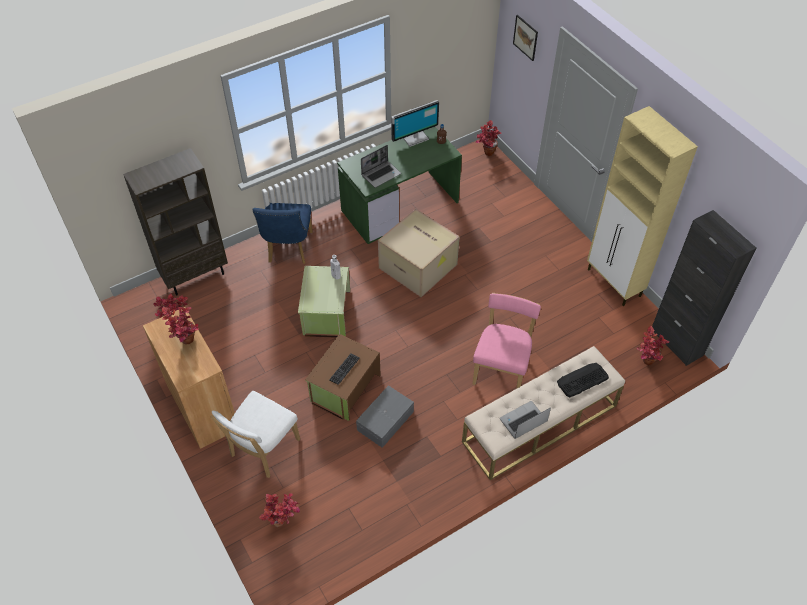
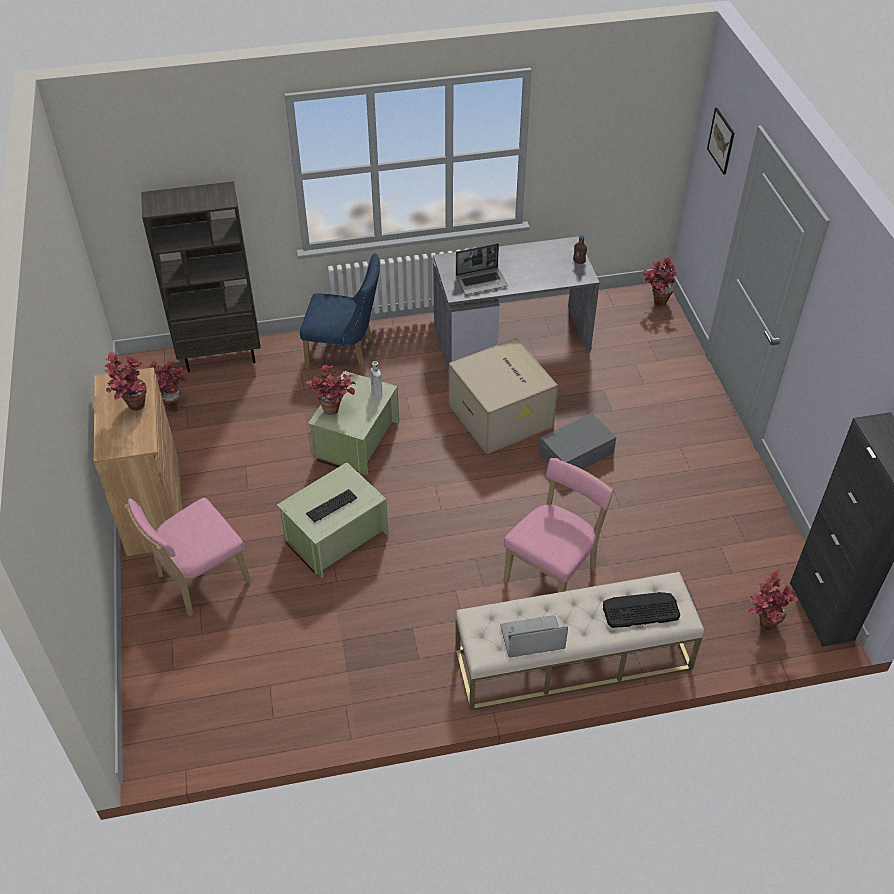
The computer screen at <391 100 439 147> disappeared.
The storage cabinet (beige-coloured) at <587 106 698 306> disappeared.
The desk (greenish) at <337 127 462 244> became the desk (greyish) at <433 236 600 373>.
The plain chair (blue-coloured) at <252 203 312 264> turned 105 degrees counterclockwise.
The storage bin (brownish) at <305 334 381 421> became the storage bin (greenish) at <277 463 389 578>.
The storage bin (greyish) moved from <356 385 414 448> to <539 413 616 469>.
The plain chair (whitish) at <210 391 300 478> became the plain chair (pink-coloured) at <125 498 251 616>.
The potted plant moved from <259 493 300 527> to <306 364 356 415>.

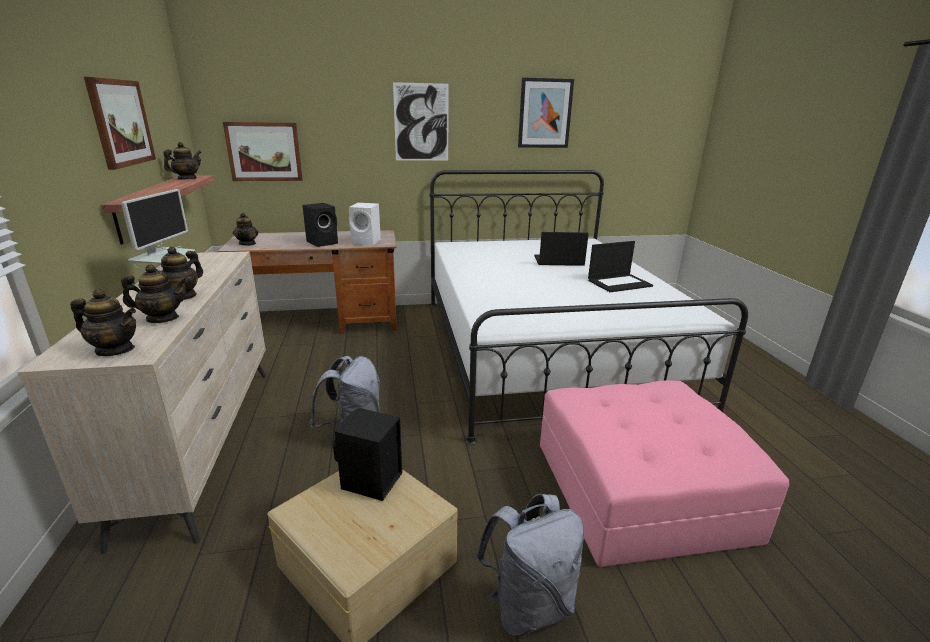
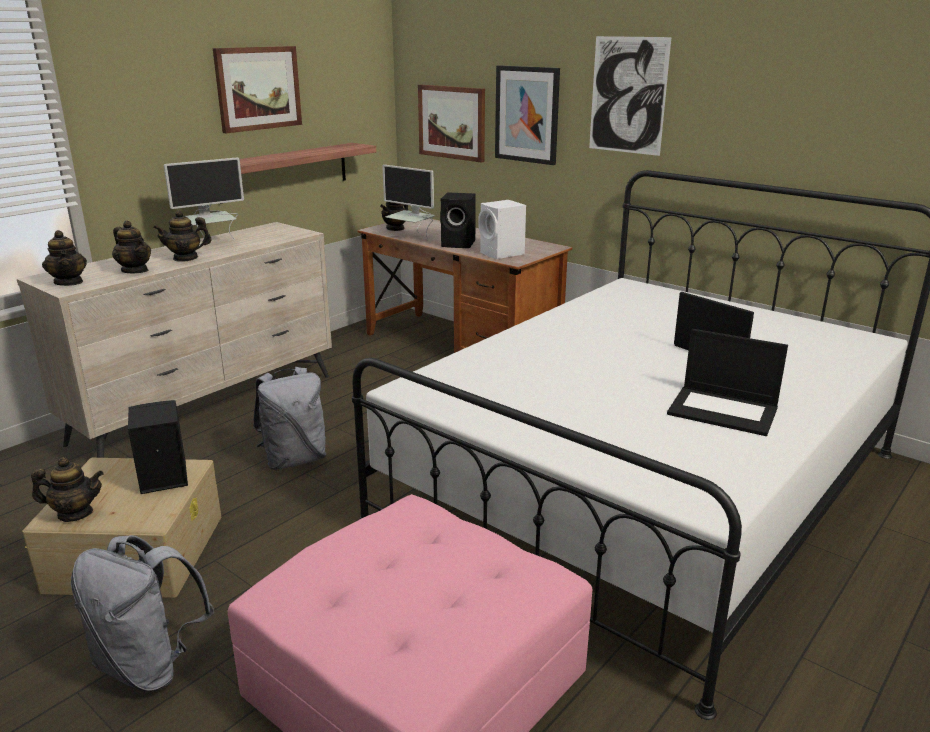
The picture moved from <518 78 574 148> to <495 65 560 165>.
The pot for tea moved from <163 142 201 180> to <31 457 104 522>.
The computer screen at <382 165 435 241> appeared.

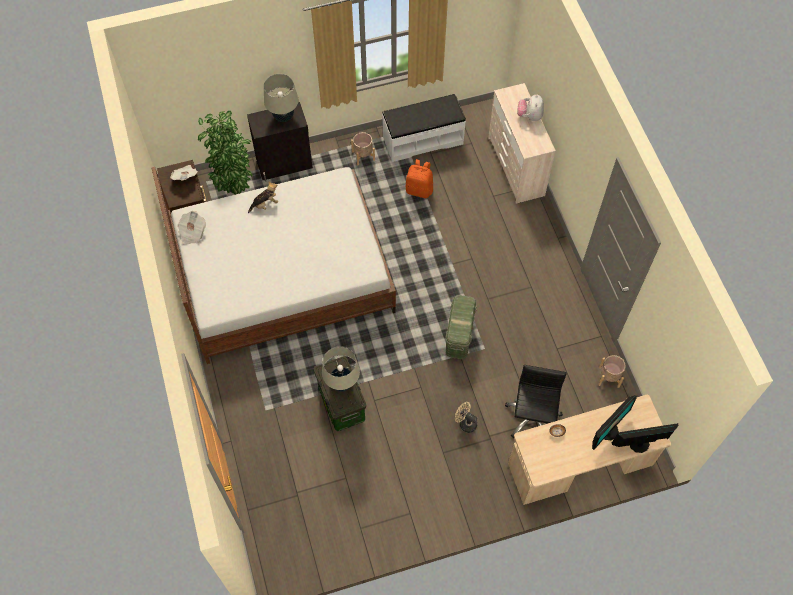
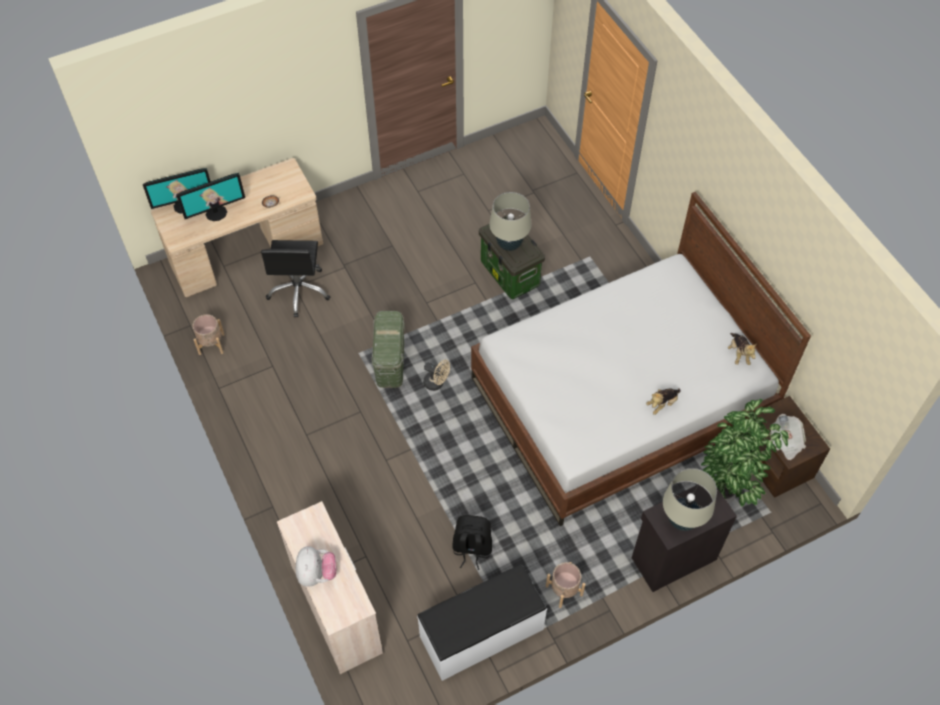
The knapsack (orangey) at <406 159 433 198> became the knapsack (black) at <452 515 492 570>.
The newspaper at <178 211 206 245> was replaced by the soft toy at <728 333 756 365>.
The computer screen at <592 395 637 450> turned 150 degrees counterclockwise.
The electric fan (beige-coloured) moved from <455 402 477 433> to <423 359 450 391>.

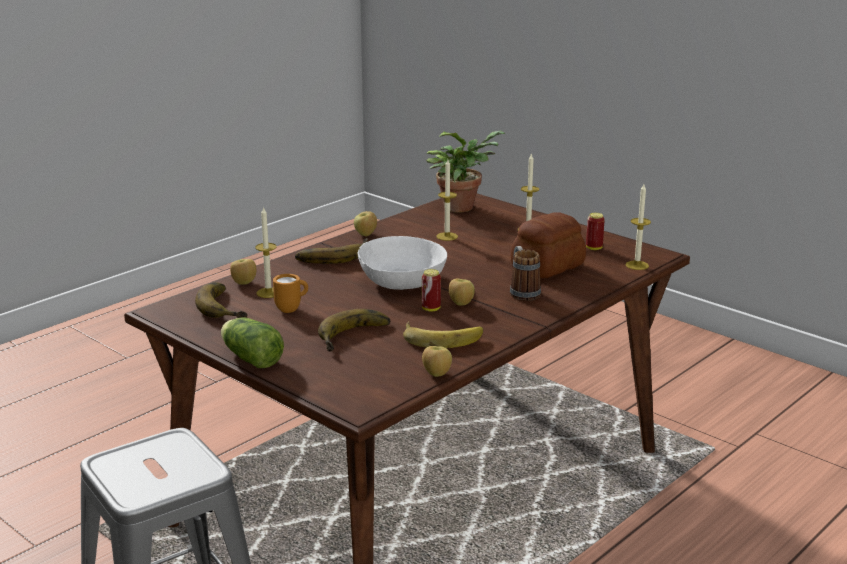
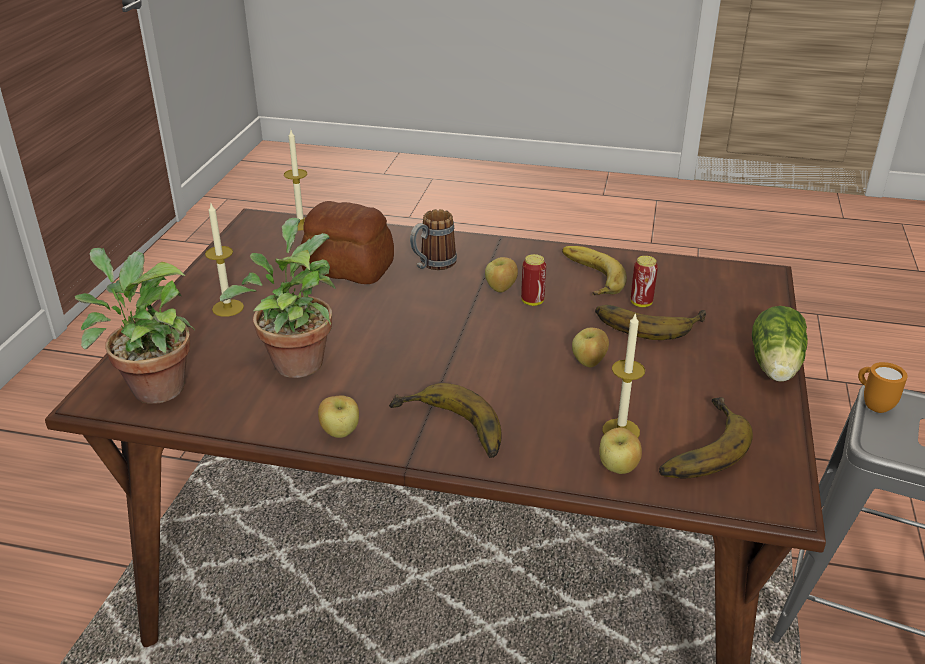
The wax candle at <436 159 458 241> was replaced by the potted plant at <220 218 336 378>.
The sealed can moved from <586 213 605 250> to <631 256 658 307>.
The serving bowl (whitish) at <358 236 447 290> disappeared.
The mug (orangey) moved from <273 274 308 313> to <858 362 908 413>.
The whole apple moved from <422 346 452 377> to <572 328 609 367>.

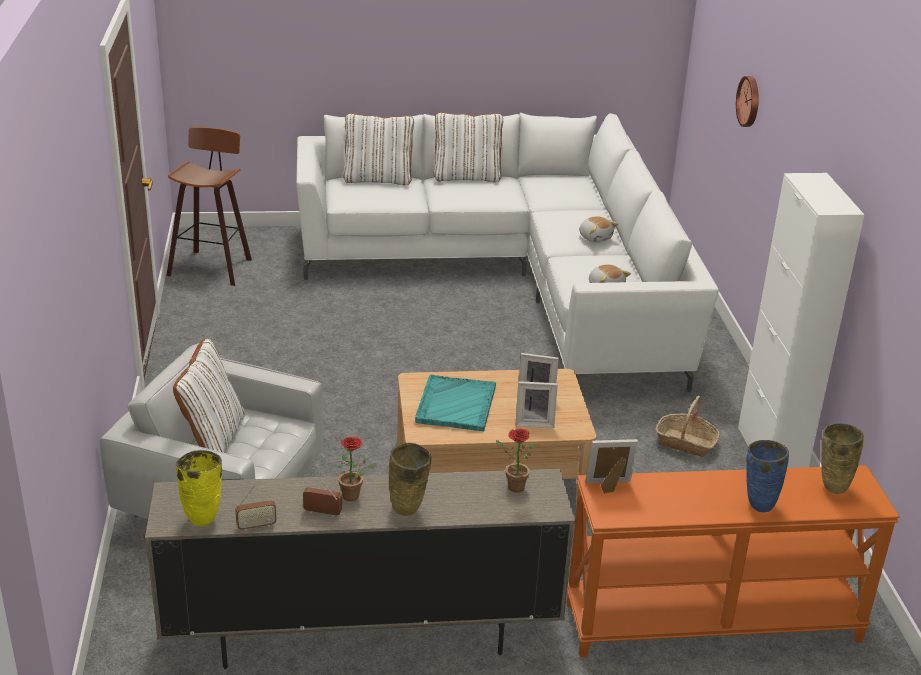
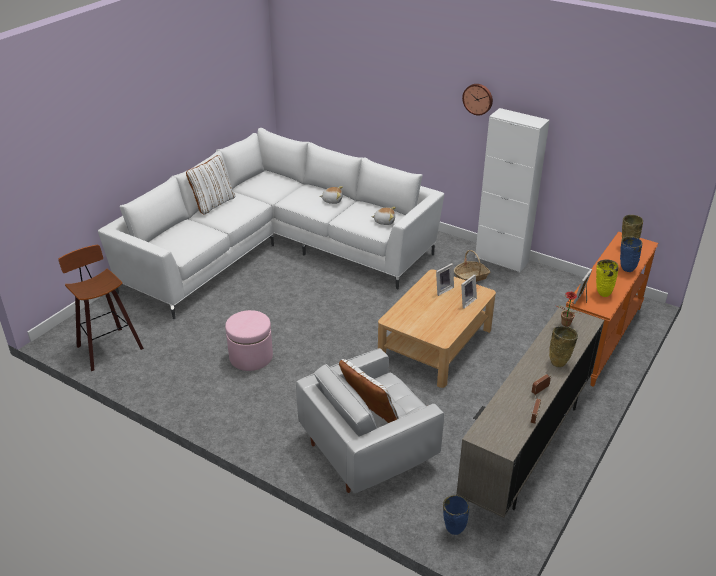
The hanging clock moved from <736 76 759 127> to <462 84 493 115>.
The throw pillow (whitish) at <343 113 414 186> disappeared.
The tray (turquoise-coloured) at <415 375 496 431> disappeared.
The potted plant at <338 437 377 501> disappeared.
The decorative vase (yellow-coloured) moved from <176 450 222 526> to <596 259 618 297>.
The ottoman (pink-coloured) at <225 310 273 371> appeared.
The decorative vase (blue-coloured) at <443 495 469 535> appeared.

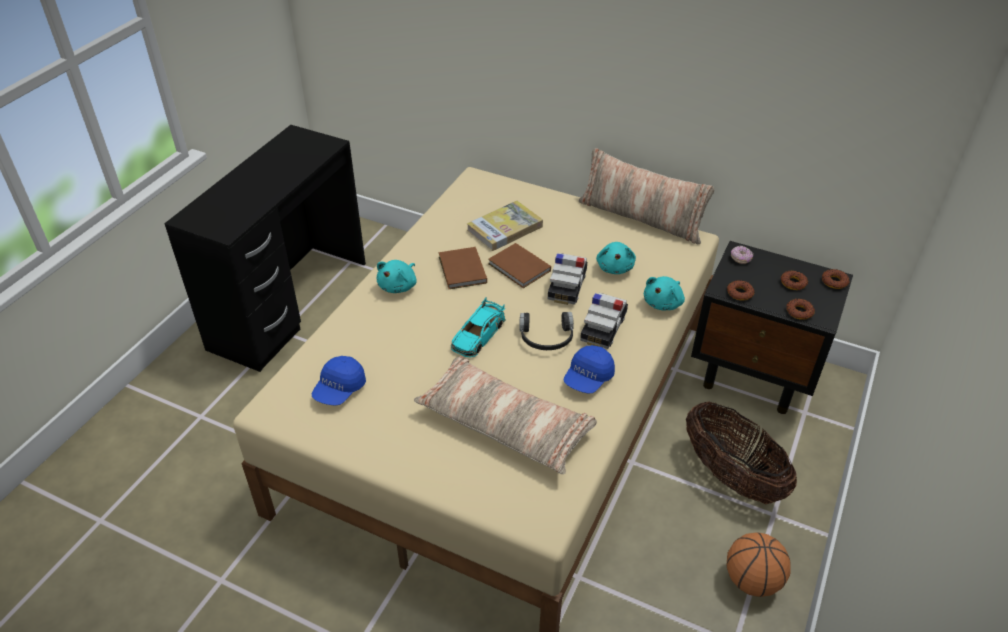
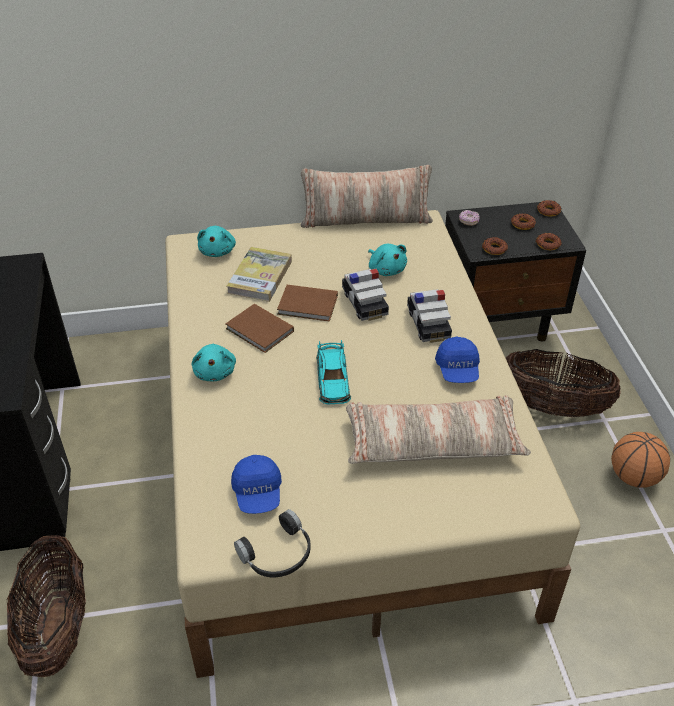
The soft toy (turquoise-coloured) moved from <643 276 685 310> to <197 226 236 257>.
The pair of headphones (black) moved from <519 312 574 350> to <234 509 311 578>.
The household basket at <7 535 86 677> appeared.

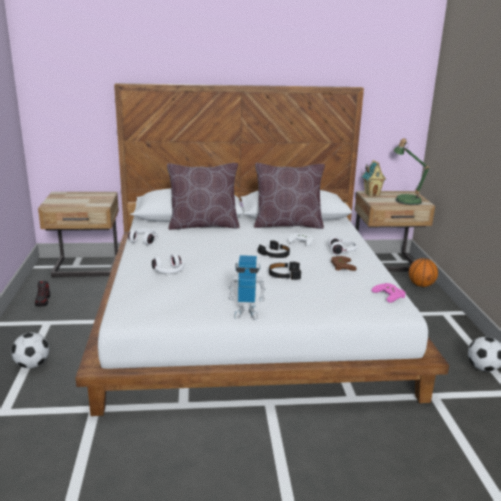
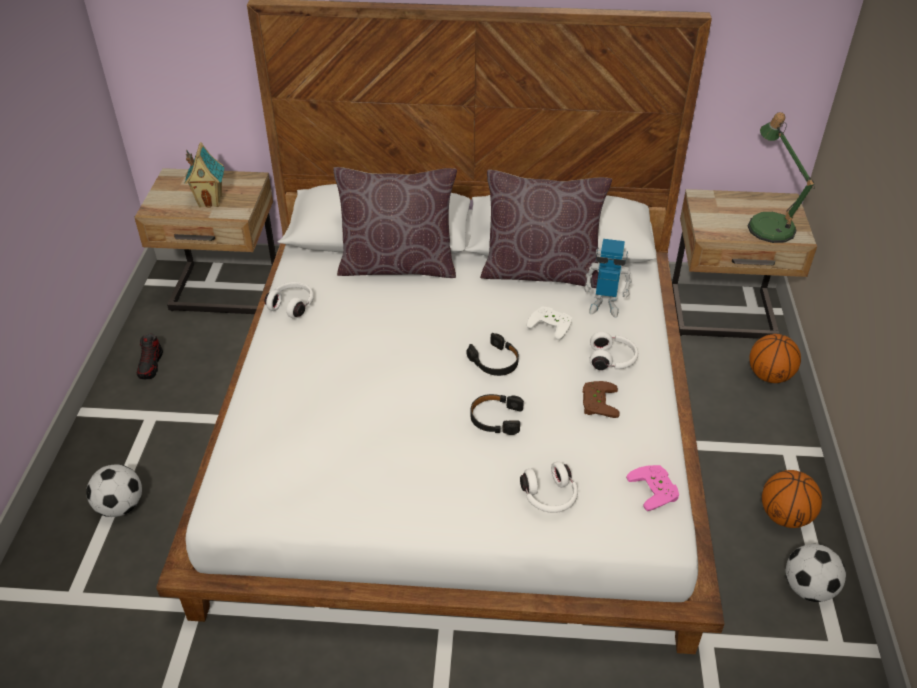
The model house moved from <362 160 386 196> to <185 142 224 208>.
The pair of headphones (whitish) moved from <152 254 185 274> to <520 461 578 513>.
The toy robot moved from <228 255 266 320> to <584 239 632 318>.
The basketball at <762 470 822 528> appeared.

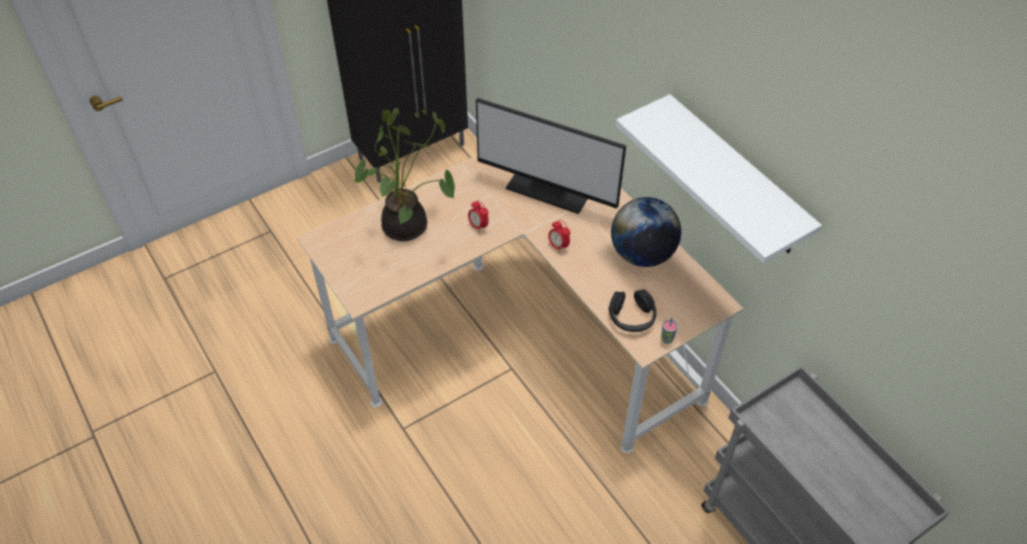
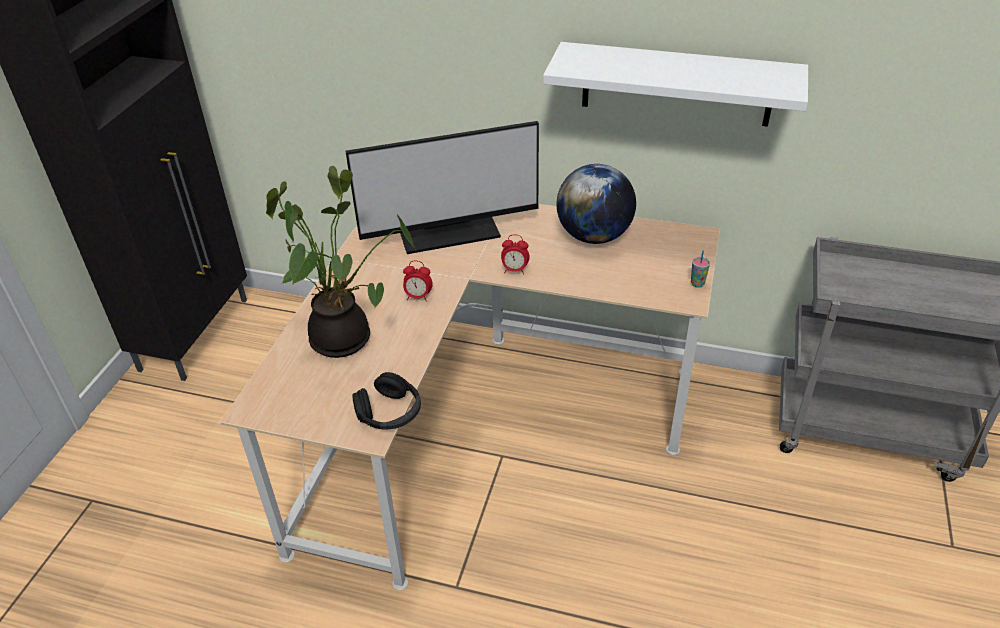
The pair of headphones (black) moved from <609 289 657 332> to <352 372 421 430>.

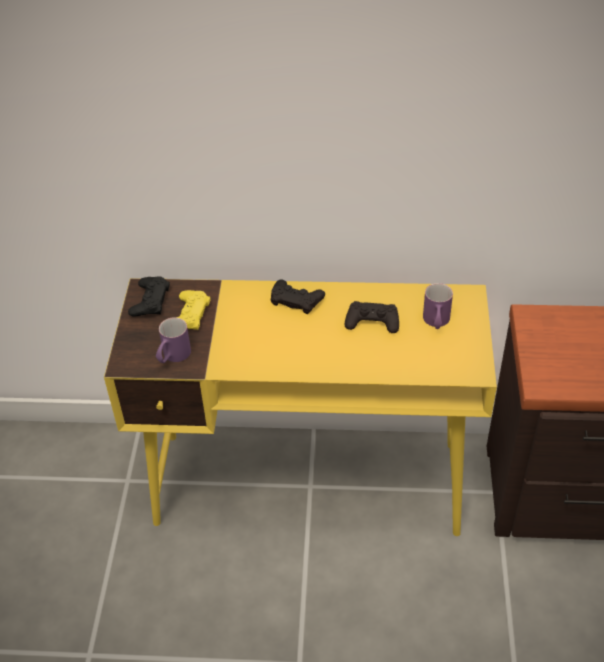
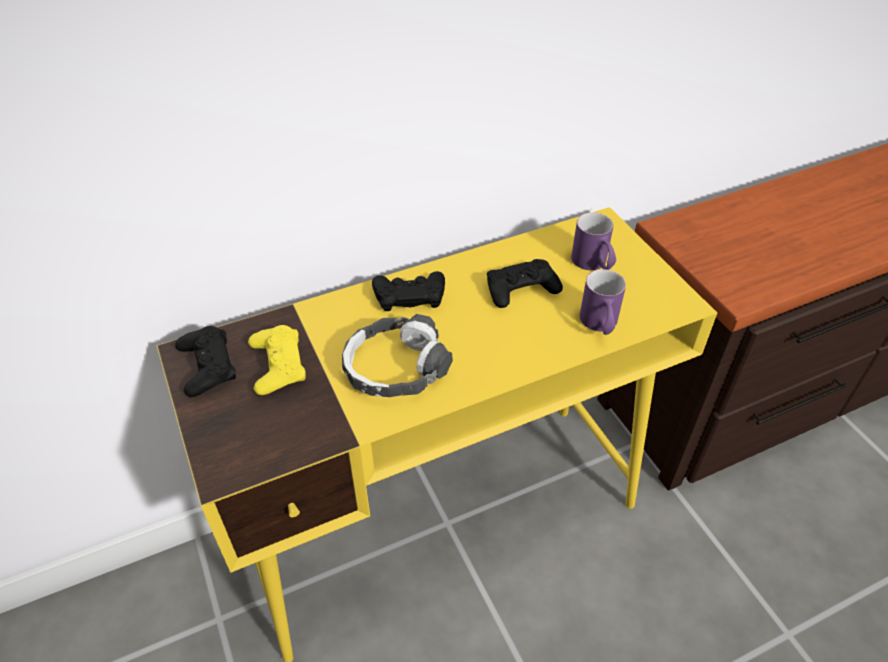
The mug (purple-coloured) moved from <156 317 191 363> to <580 269 626 335>.
The pair of headphones at <342 314 453 397> appeared.

